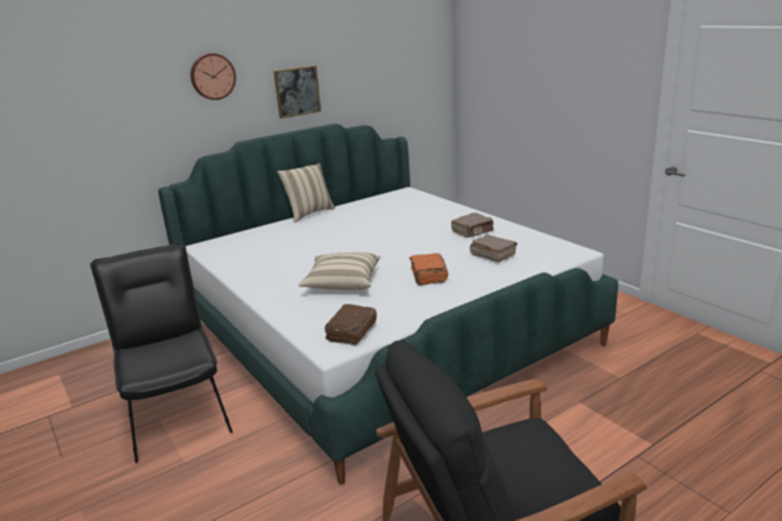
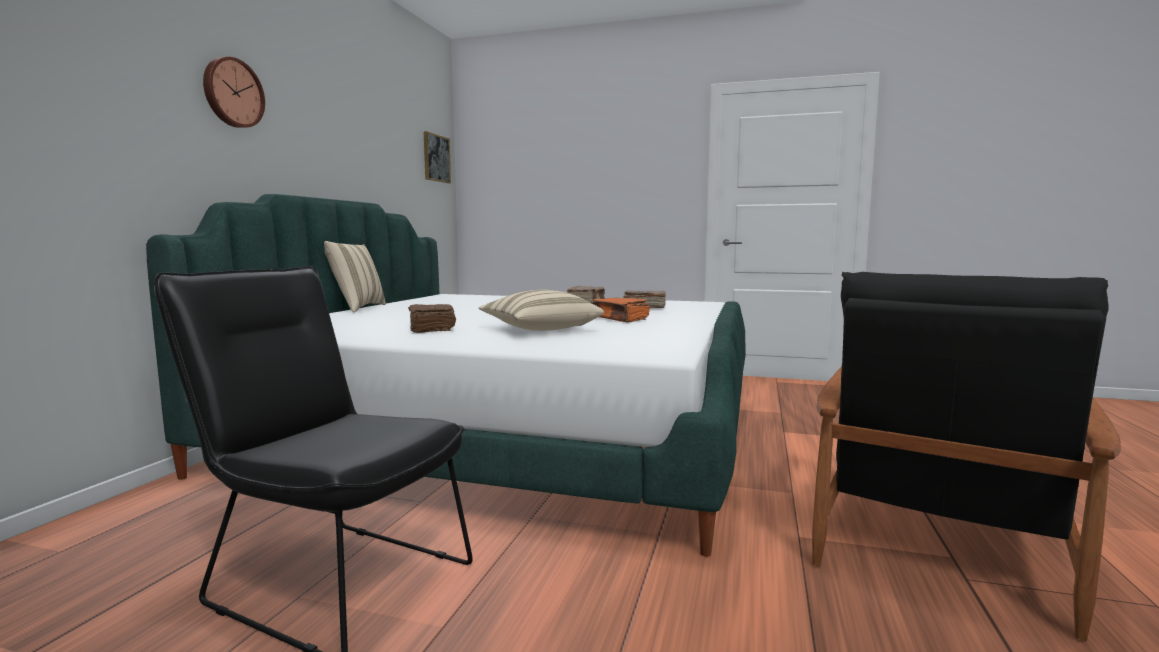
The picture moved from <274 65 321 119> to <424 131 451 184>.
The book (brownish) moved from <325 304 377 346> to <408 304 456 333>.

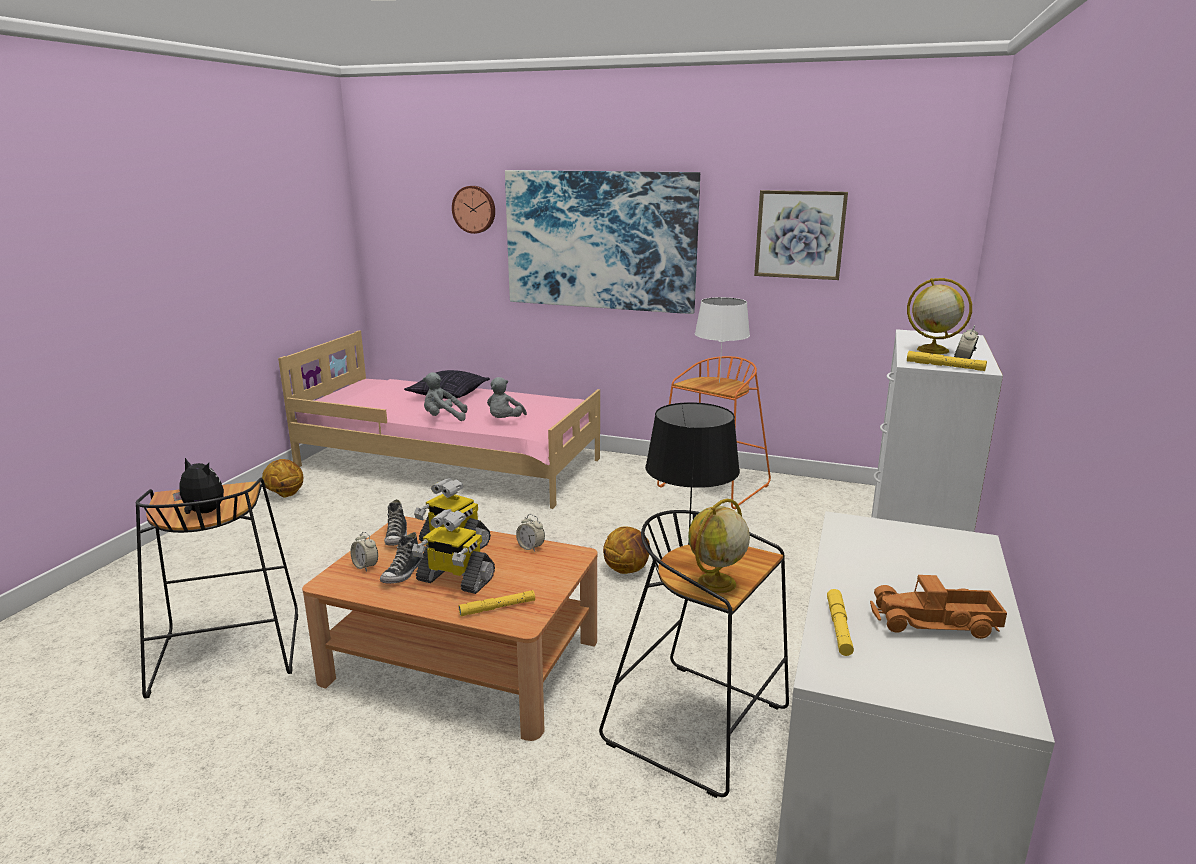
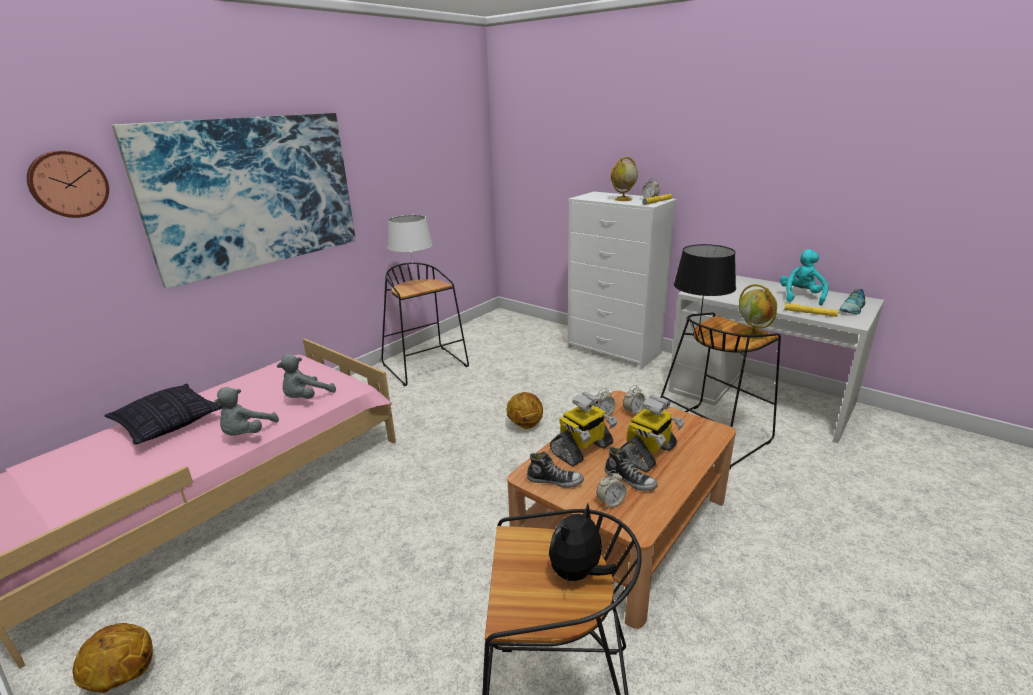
The picture at <754 190 848 280> disappeared.
The stool seat (orangey) at <657 356 771 510> became the stool seat (black) at <381 262 469 386>.
The soft toy (greyish) at <487 377 527 418> turned 90 degrees clockwise.
The model truck at <870 575 1007 639> was replaced by the soft toy (turquoise-coloured) at <780 249 828 305>.
The torch (yellow-coloured) at <459 590 535 616> disappeared.
The item of footwear at <839 289 865 314> appeared.
The table clock at <623 385 645 415> appeared.

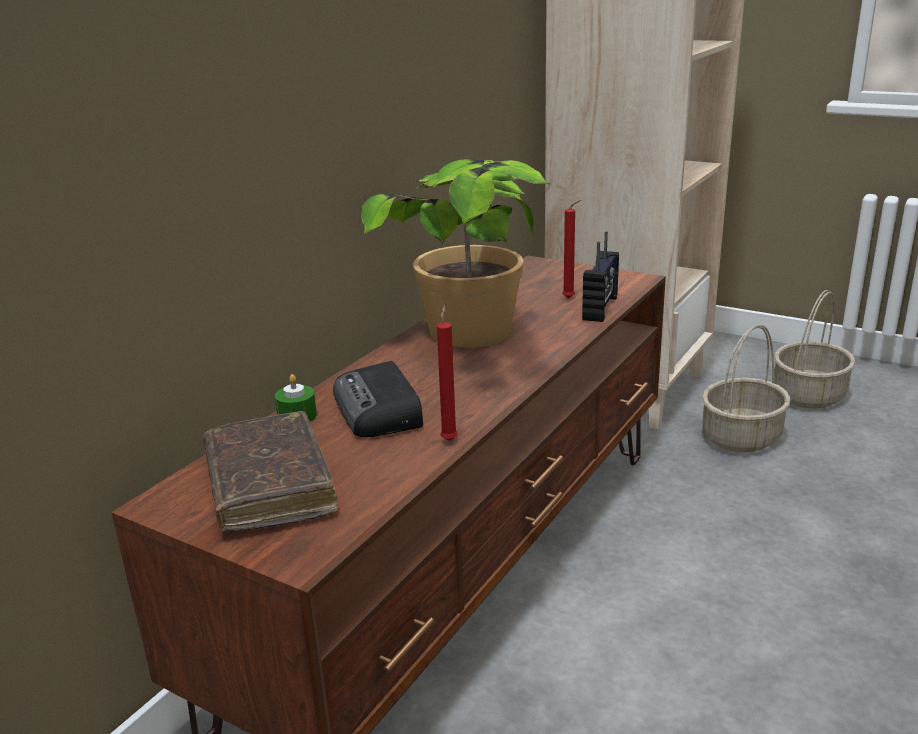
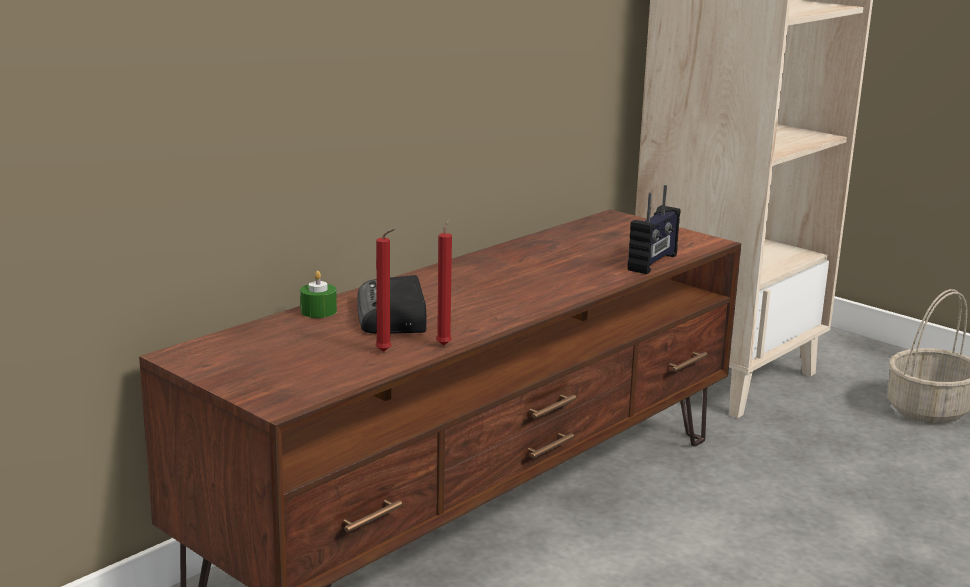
The potted plant at <361 159 550 348> disappeared.
The wax candle (reddish) moved from <562 200 581 299> to <375 228 395 352>.
The household basket at <702 324 791 452> disappeared.
The book (brownish) at <203 411 338 532> disappeared.

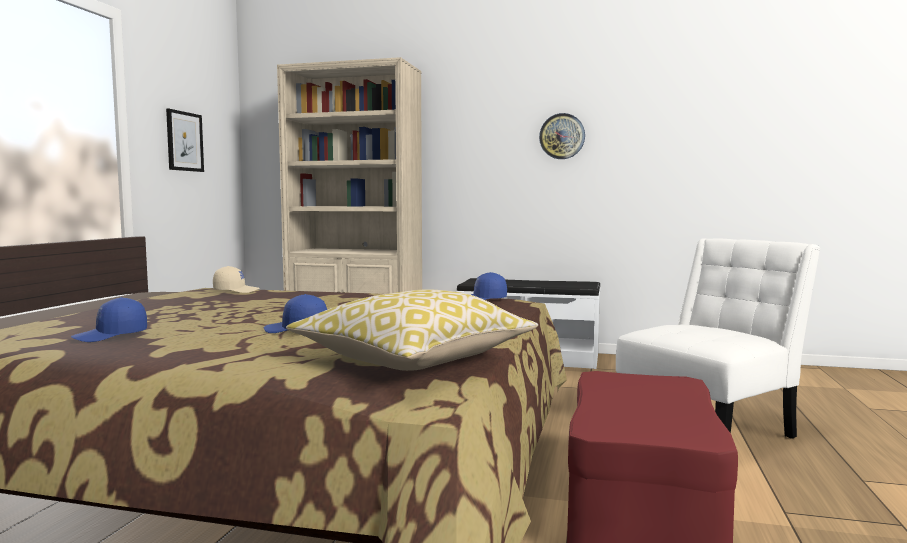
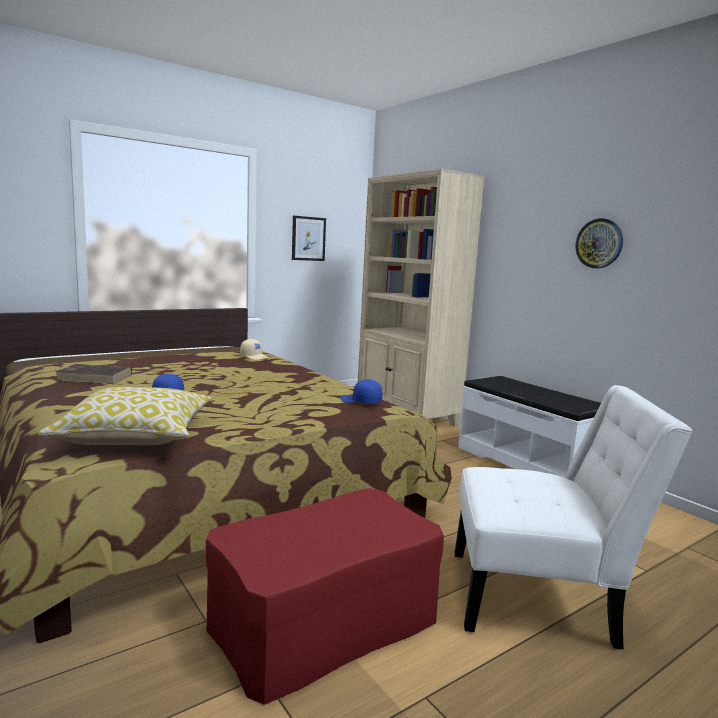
The baseball cap (blue-coloured) at <71 297 147 342> was replaced by the book (brownish) at <55 364 132 384>.

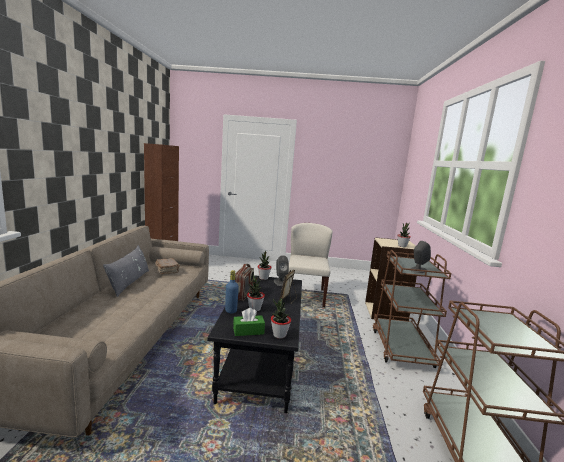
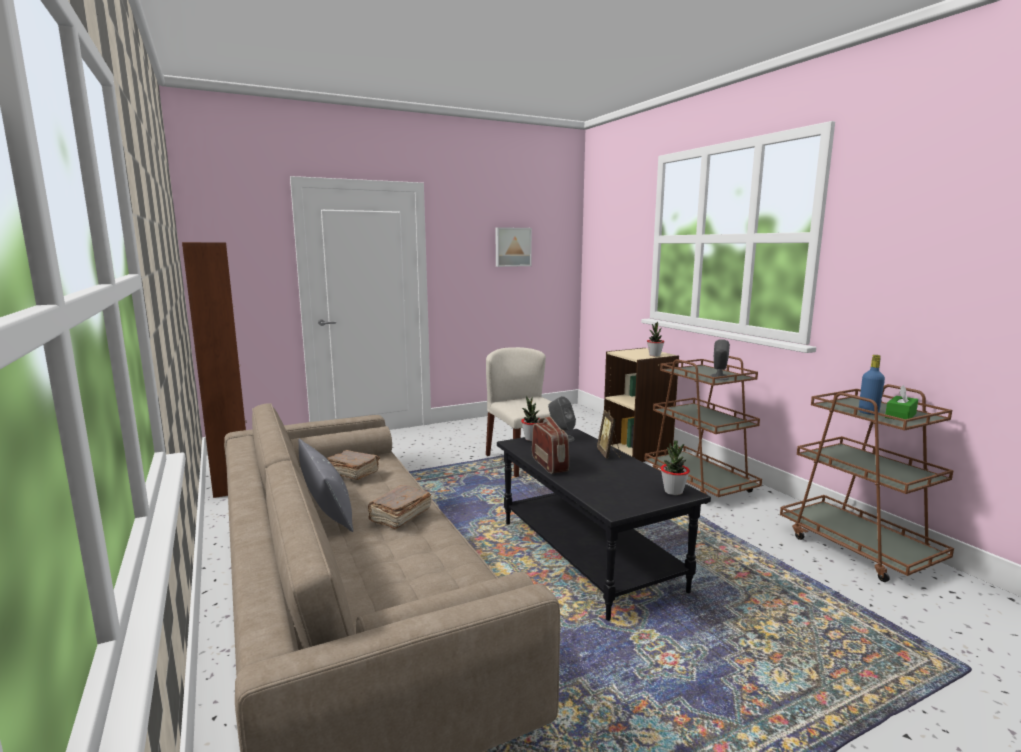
The bottle (blue-coloured) moved from <225 270 239 313> to <859 355 885 415>.
The potted plant at <247 274 265 311> disappeared.
The tissue holder (greenish) moved from <233 308 265 336> to <885 385 918 419>.
The picture at <496 227 532 267> appeared.
The book (brownish) at <368 485 432 530> appeared.

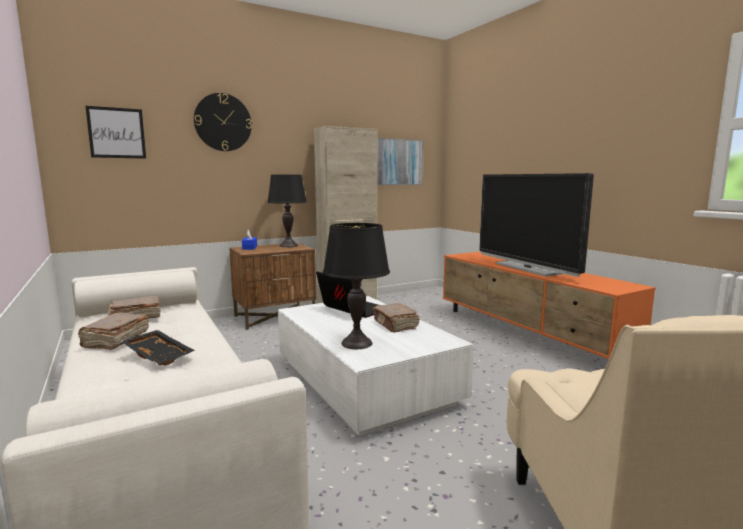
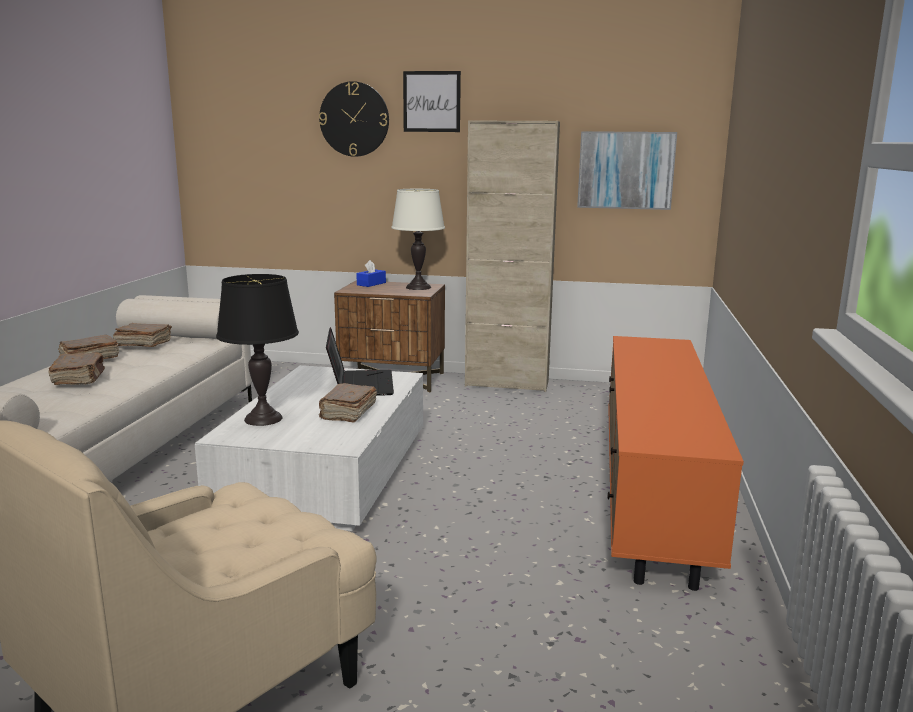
The picture moved from <85 106 146 159> to <403 71 461 132>.
The television at <479 173 594 277> disappeared.
The lamp for a table (black) at <267 175 307 247> became the lamp for a table (whitish) at <391 189 445 290>.
The tray (black) at <121 330 195 365> was replaced by the book (brownish) at <48 352 105 385>.

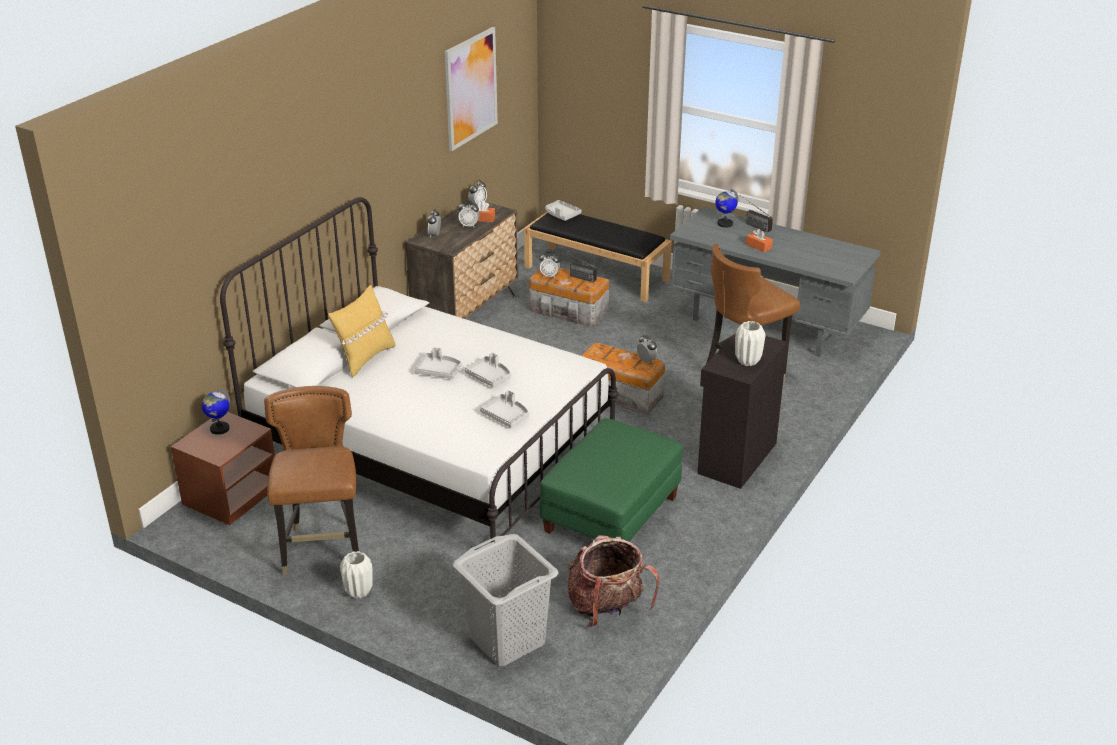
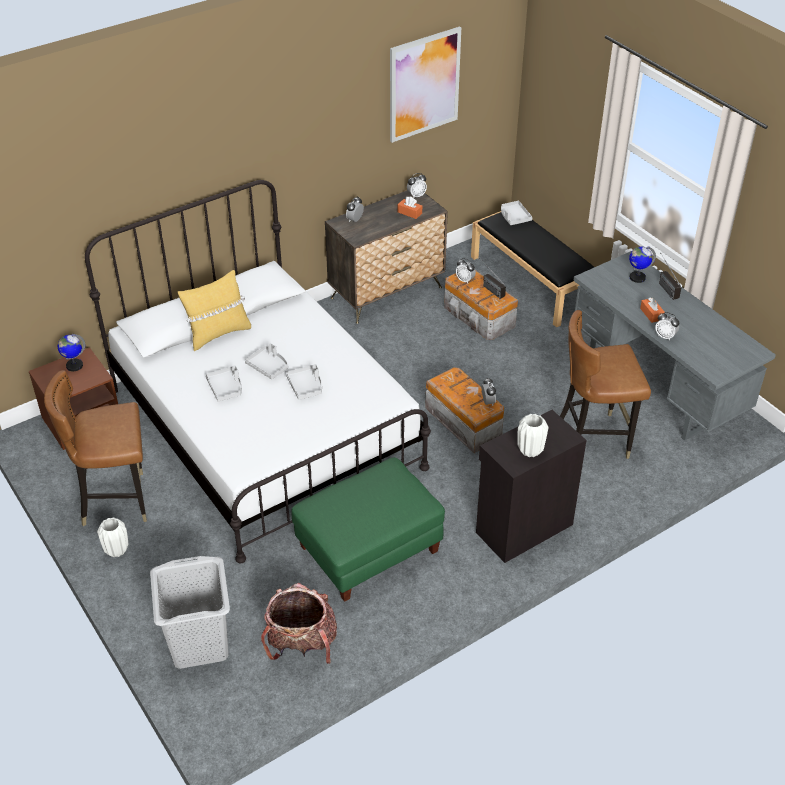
The table clock moved from <458 201 479 227> to <655 312 679 341>.
The plain chair (brownish) at <264 386 359 576> turned 120 degrees counterclockwise.
The tray (greyish) moved from <480 390 529 428> to <206 365 242 402>.

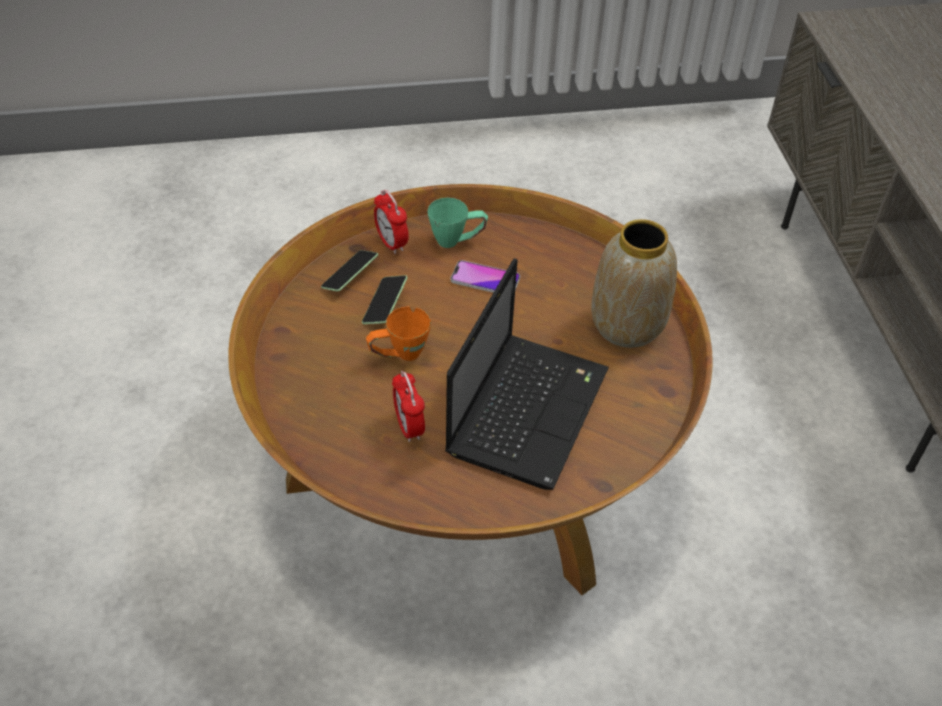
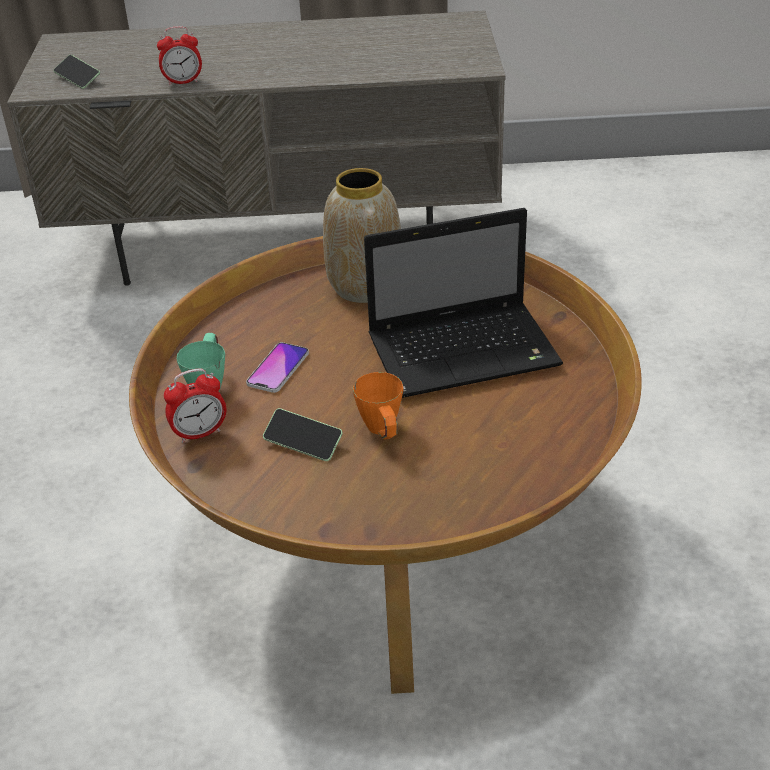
The telephone moved from <321 250 378 292> to <53 55 100 89>.
The portable computer at <445 258 609 490> turned 135 degrees clockwise.
The table clock moved from <392 371 425 442> to <157 26 202 86>.

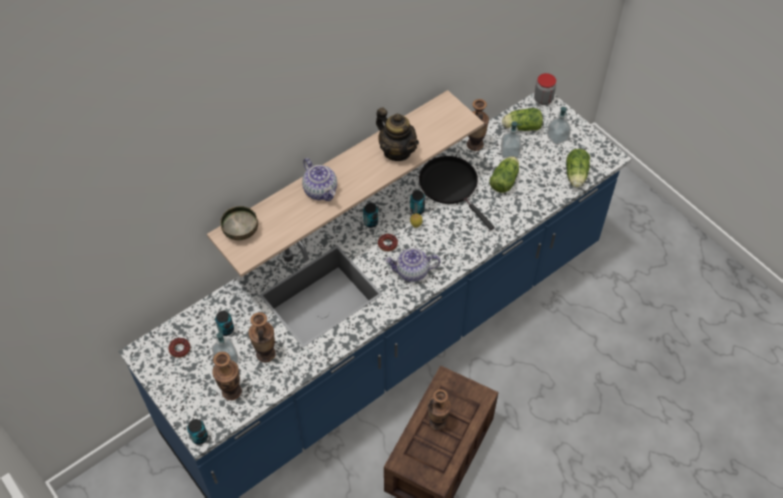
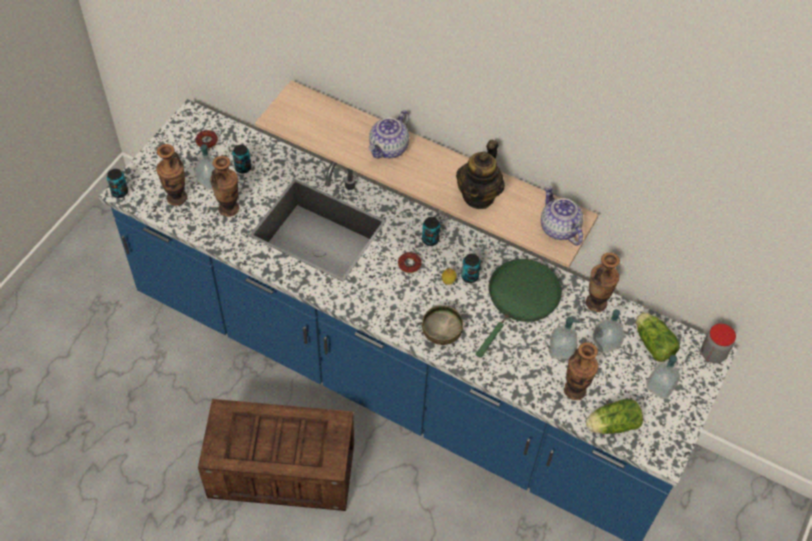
The frying pan (black) at <419 156 495 230> became the frying pan (greenish) at <476 259 562 358>.
The lettuce at <490 156 519 193> was replaced by the soap dispenser at <550 317 580 359>.
The serving bowl moved from <220 206 258 240> to <422 305 463 345>.
The pot for tea moved from <385 248 441 282> to <541 185 583 245>.
The decorative vase moved from <428 389 451 431> to <564 342 598 400>.

